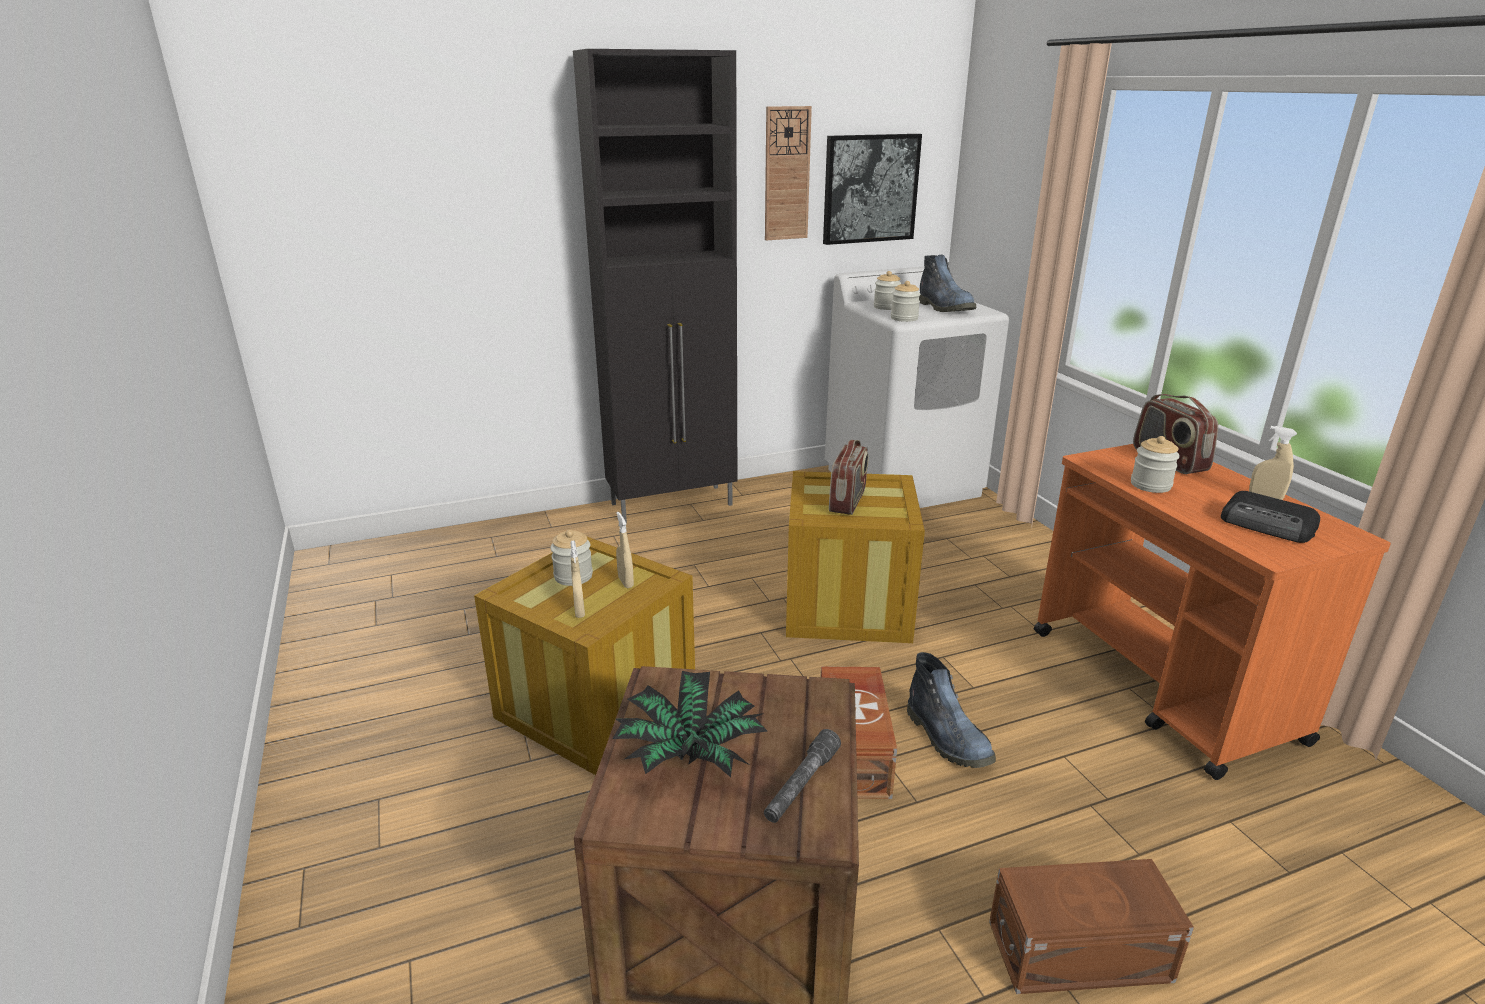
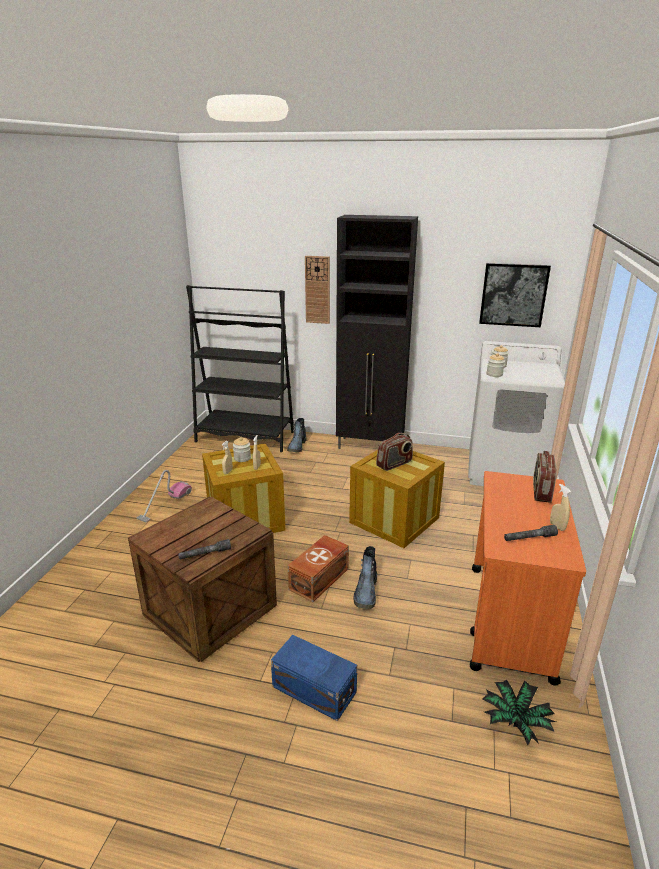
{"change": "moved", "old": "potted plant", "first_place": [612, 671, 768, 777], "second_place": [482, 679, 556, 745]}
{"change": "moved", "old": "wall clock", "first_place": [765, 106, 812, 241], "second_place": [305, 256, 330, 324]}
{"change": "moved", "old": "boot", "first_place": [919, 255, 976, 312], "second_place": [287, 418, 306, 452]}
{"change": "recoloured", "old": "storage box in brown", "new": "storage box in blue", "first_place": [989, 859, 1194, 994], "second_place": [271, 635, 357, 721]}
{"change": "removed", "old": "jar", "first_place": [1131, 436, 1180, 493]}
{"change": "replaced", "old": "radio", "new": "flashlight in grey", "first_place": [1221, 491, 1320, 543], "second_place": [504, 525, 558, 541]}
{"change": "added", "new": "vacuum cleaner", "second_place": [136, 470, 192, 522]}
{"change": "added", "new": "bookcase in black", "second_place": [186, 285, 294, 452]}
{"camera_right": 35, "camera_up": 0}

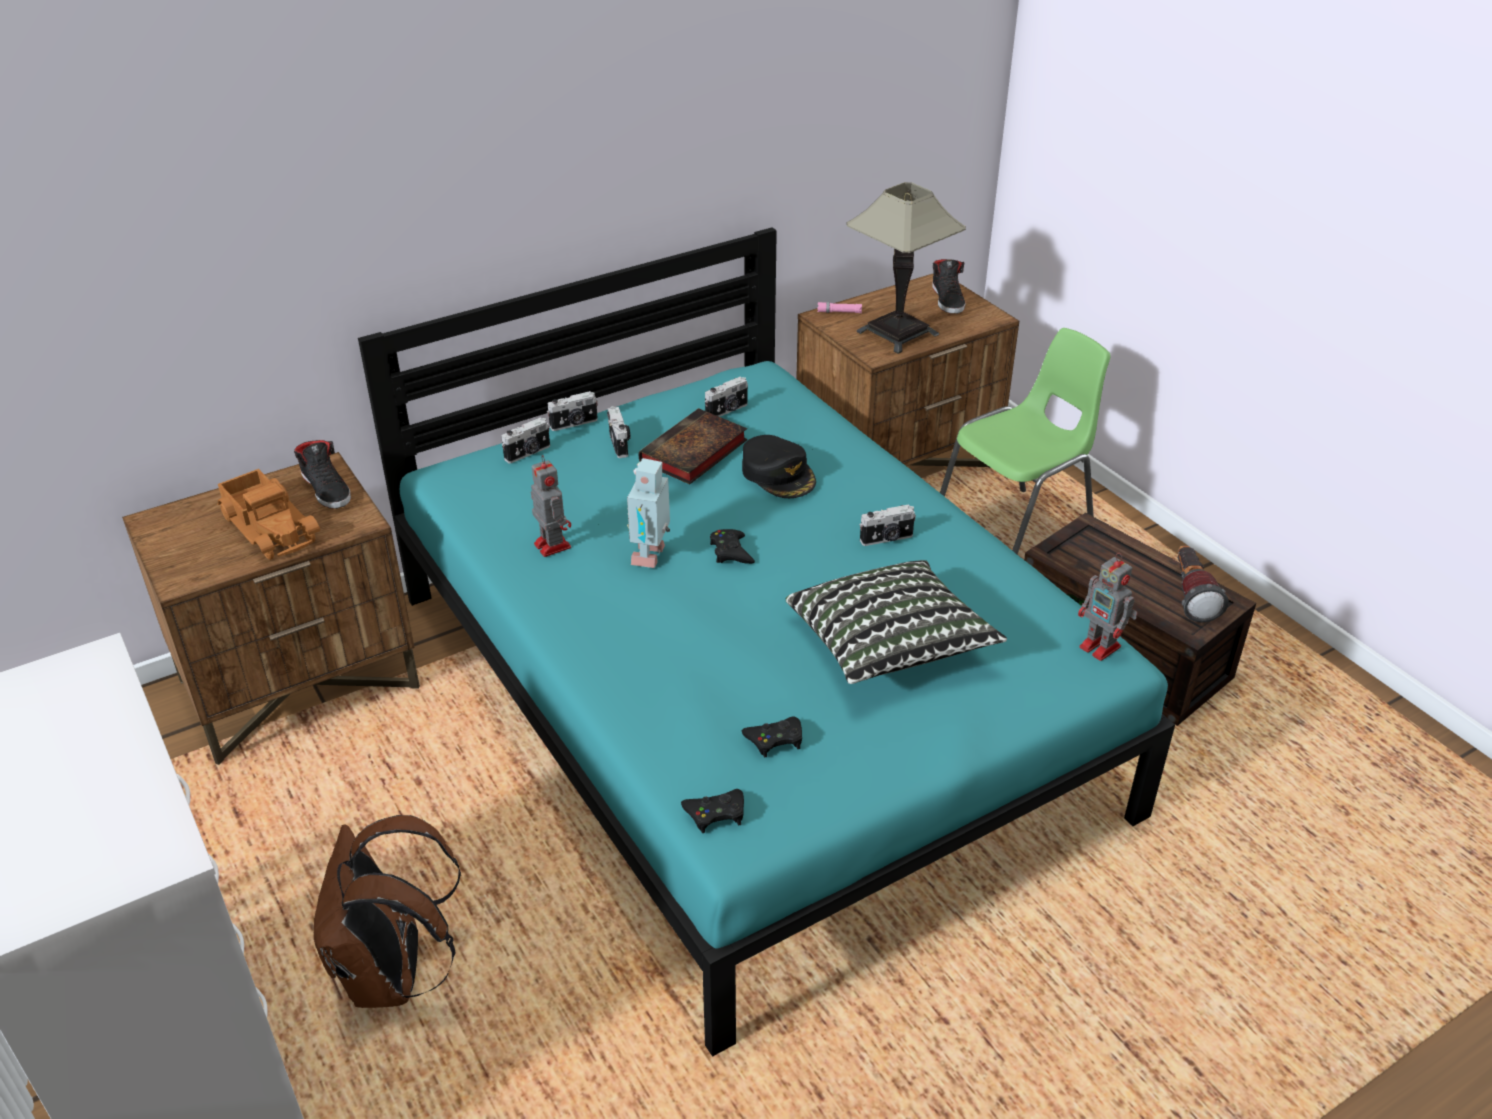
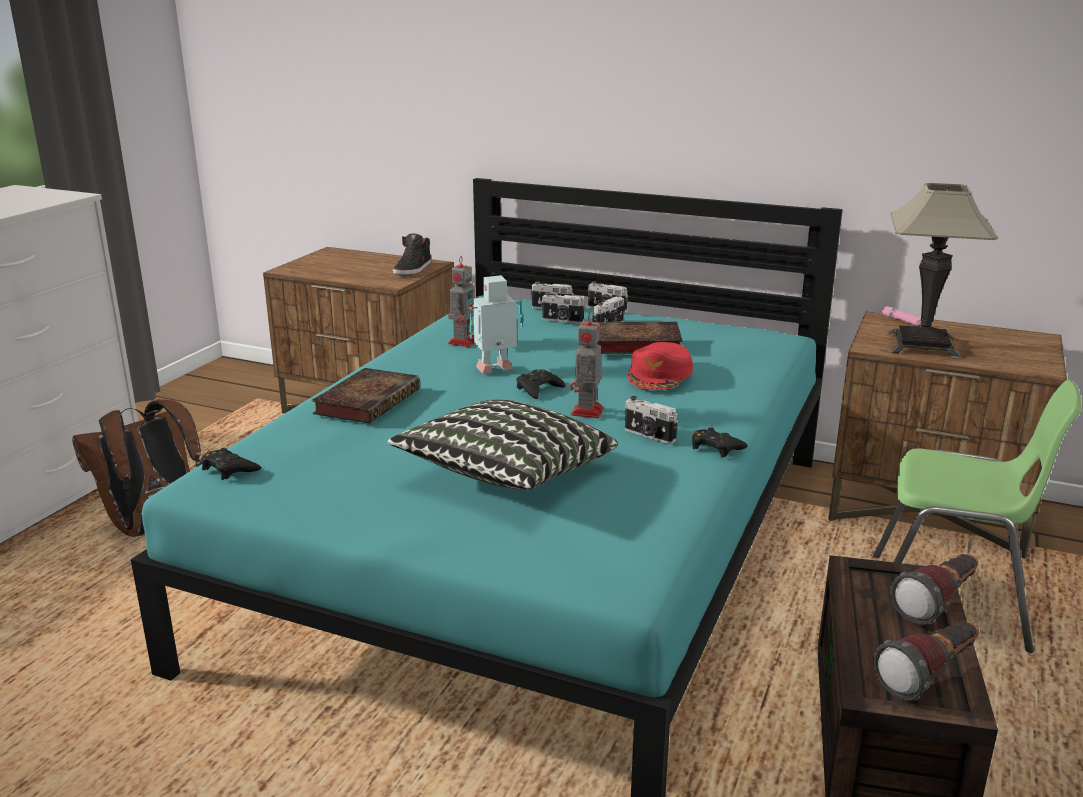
{"change": "removed", "old": "toy truck", "first_place": [217, 469, 320, 560]}
{"change": "moved", "old": "photo camera", "first_place": [705, 377, 748, 417], "second_place": [541, 292, 586, 324]}
{"change": "recoloured", "old": "cap in black", "new": "cap in red", "first_place": [742, 435, 816, 498], "second_place": [628, 342, 693, 390]}
{"change": "moved", "old": "game controller in black", "first_place": [742, 716, 802, 757], "second_place": [692, 427, 748, 458]}
{"change": "removed", "old": "shoe in black", "first_place": [932, 259, 966, 314]}
{"change": "moved", "old": "toy robot", "first_place": [1078, 553, 1138, 661], "second_place": [570, 312, 604, 418]}
{"change": "added", "new": "book", "second_place": [312, 368, 420, 424]}
{"change": "added", "new": "flashlight", "second_place": [890, 554, 979, 625]}
{"camera_right": 55, "camera_up": -15}

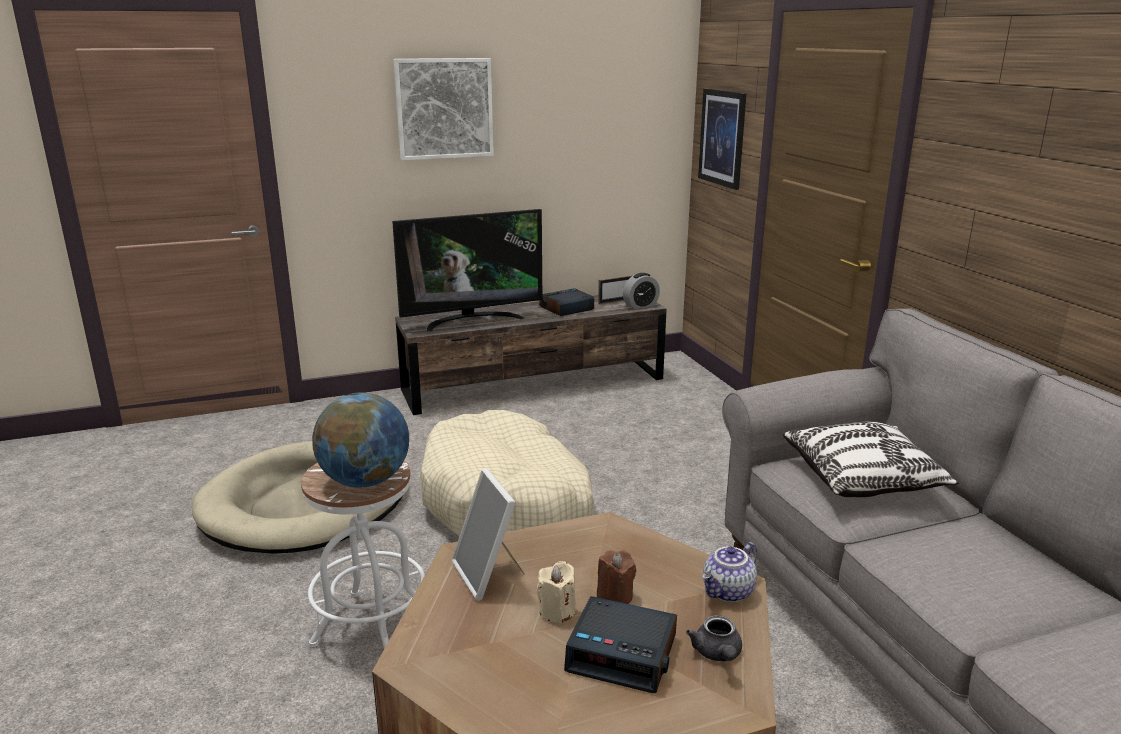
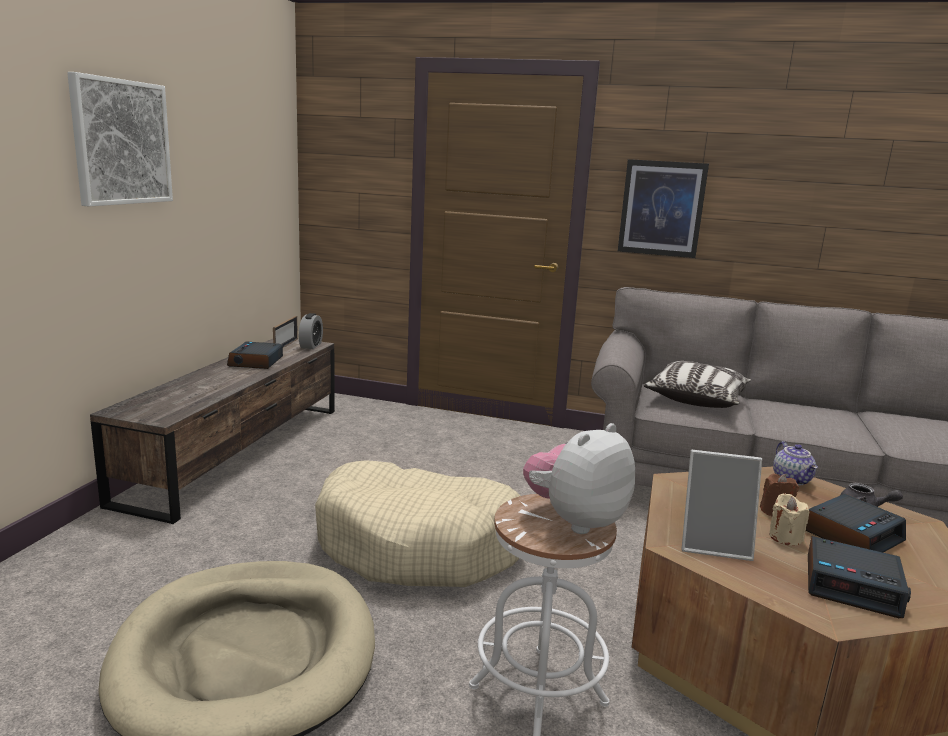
{"change": "replaced", "old": "globe", "new": "plush toy", "first_place": [312, 392, 409, 488], "second_place": [523, 423, 635, 534]}
{"change": "removed", "old": "television", "first_place": [392, 209, 542, 332]}
{"change": "moved", "old": "picture", "first_place": [698, 89, 746, 190], "second_place": [618, 159, 709, 258]}
{"change": "added", "new": "alarm clock", "second_place": [808, 536, 911, 618]}
{"camera_right": -55, "camera_up": -5}

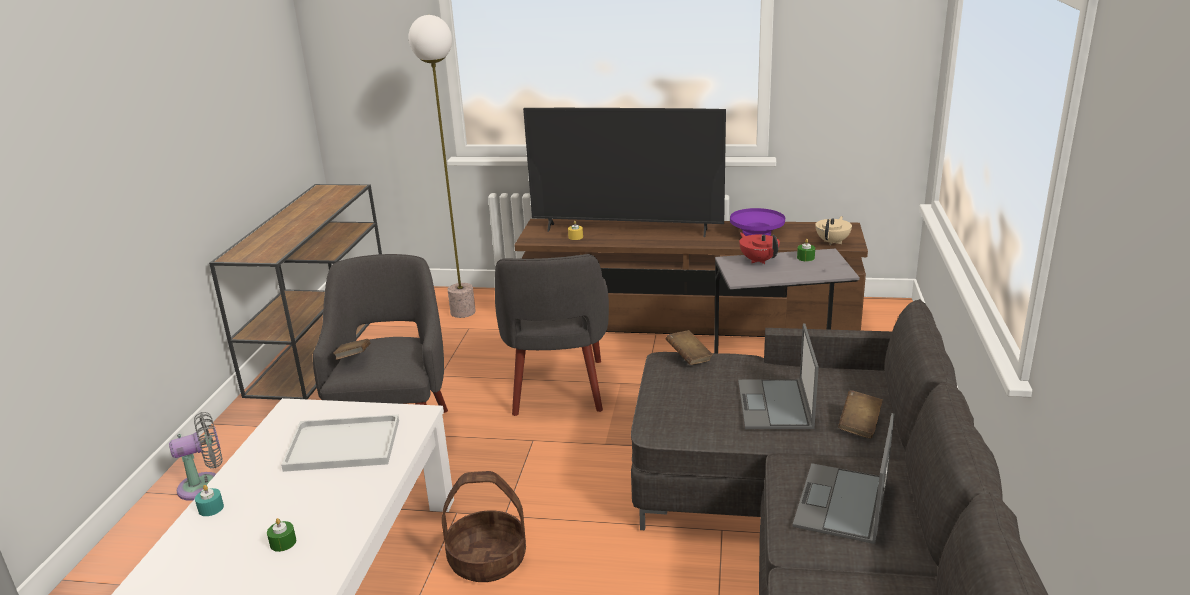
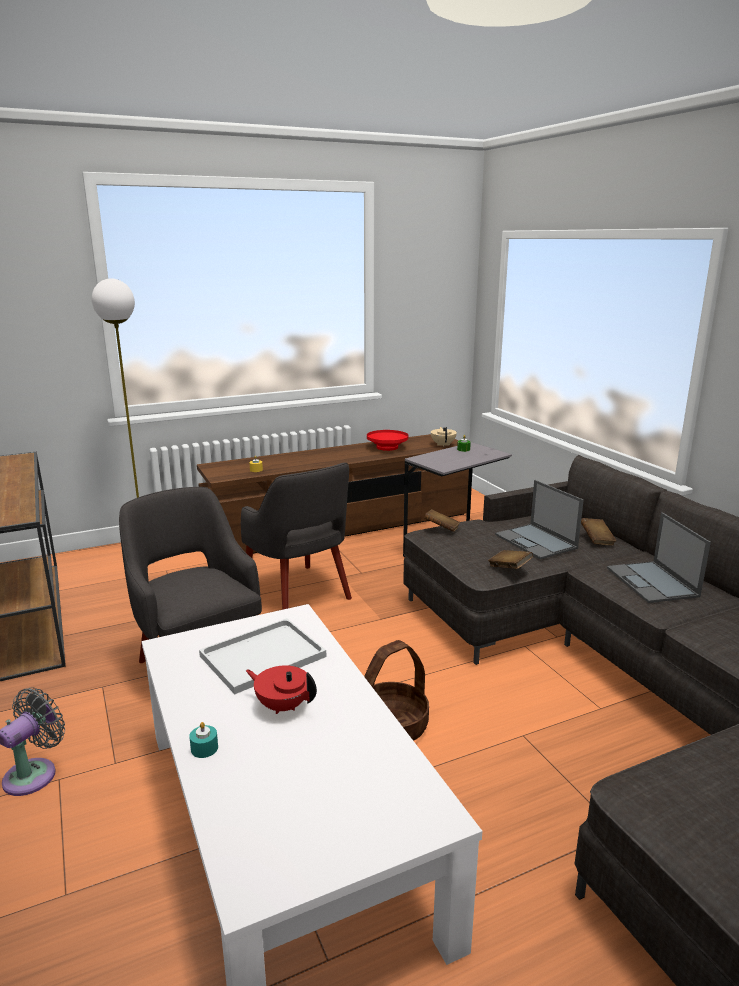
{"change": "removed", "old": "candle in green", "first_place": [267, 518, 296, 552]}
{"change": "moved", "old": "book in brown", "first_place": [333, 339, 370, 360], "second_place": [488, 550, 533, 569]}
{"change": "removed", "old": "television", "first_place": [523, 108, 726, 237]}
{"change": "recoloured", "old": "bowl in purple", "new": "bowl in red", "first_place": [730, 208, 785, 236], "second_place": [367, 430, 409, 451]}
{"change": "moved", "old": "teapot in red", "first_place": [739, 233, 780, 264], "second_place": [246, 665, 317, 714]}
{"camera_right": -35, "camera_up": -5}

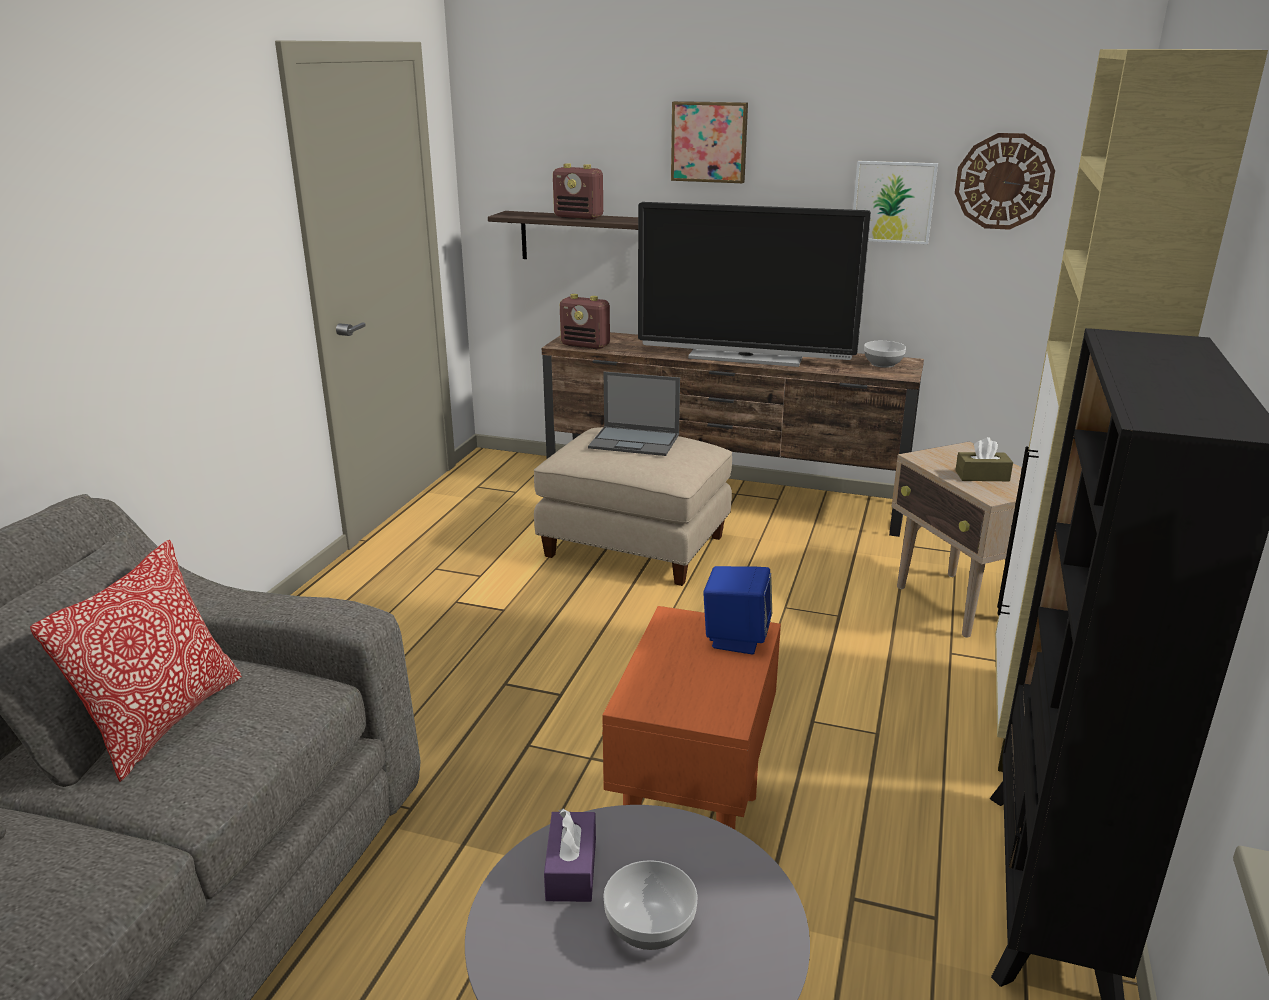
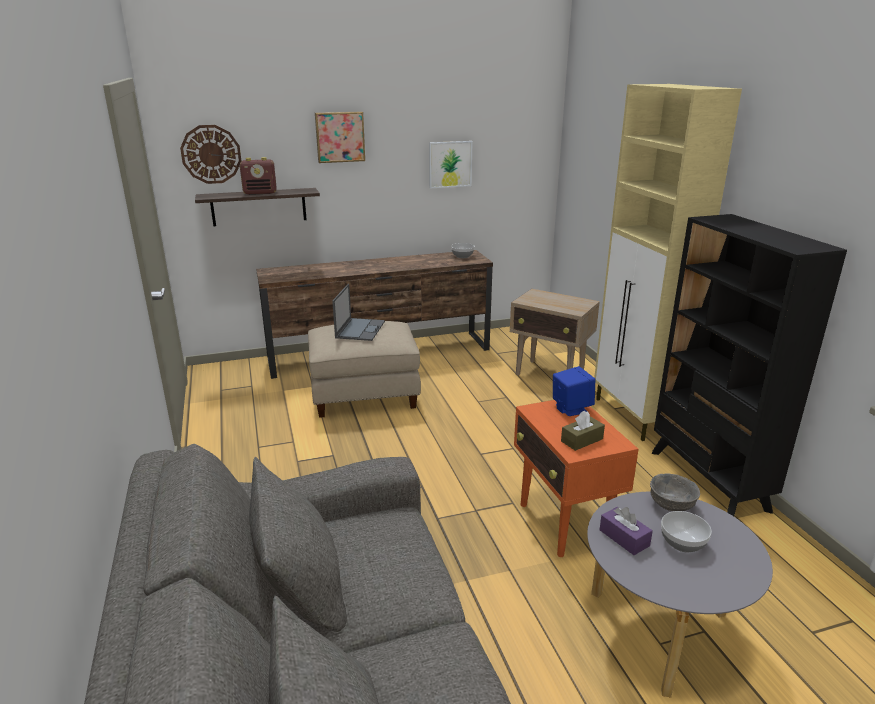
{"change": "removed", "old": "pillow", "first_place": [30, 540, 242, 782]}
{"change": "removed", "old": "radio", "first_place": [560, 294, 610, 349]}
{"change": "turned", "old": "laptop", "first_place": [588, 372, 680, 456], "second_place": [332, 284, 385, 341], "degrees": -60}
{"change": "removed", "old": "television", "first_place": [638, 202, 871, 367]}
{"change": "moved", "old": "wall clock", "first_place": [955, 133, 1055, 230], "second_place": [180, 125, 241, 184]}
{"change": "moved", "old": "tissue box in brown", "first_place": [955, 437, 1013, 481], "second_place": [561, 411, 605, 451]}
{"change": "added", "new": "bowl in grey", "second_place": [650, 473, 700, 511]}
{"camera_right": -35, "camera_up": 0}

